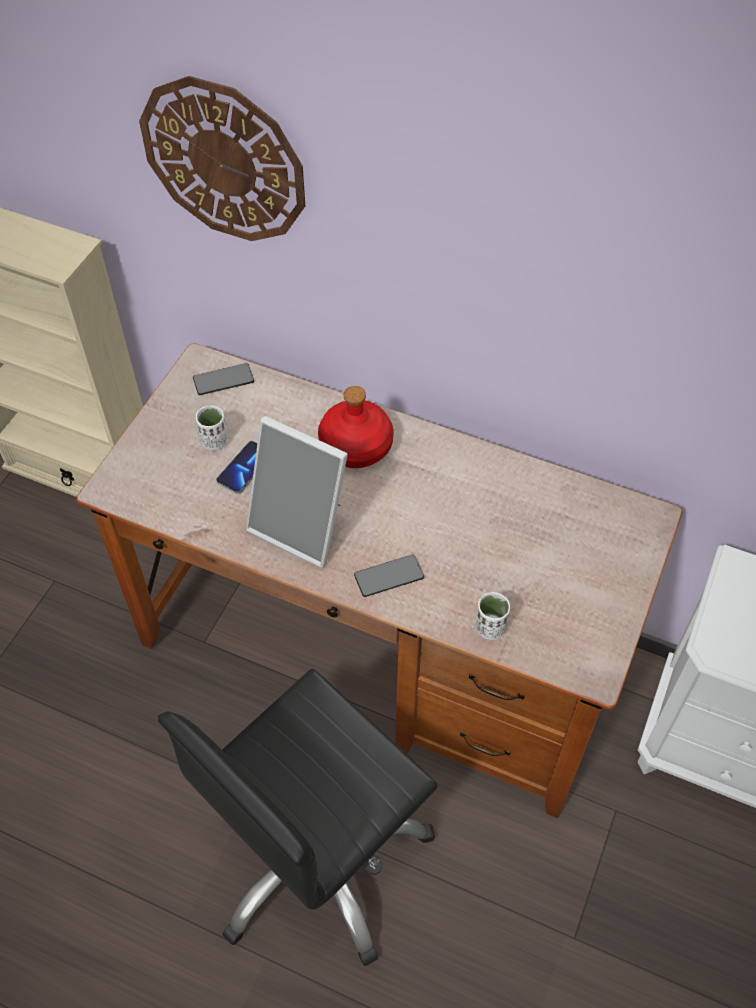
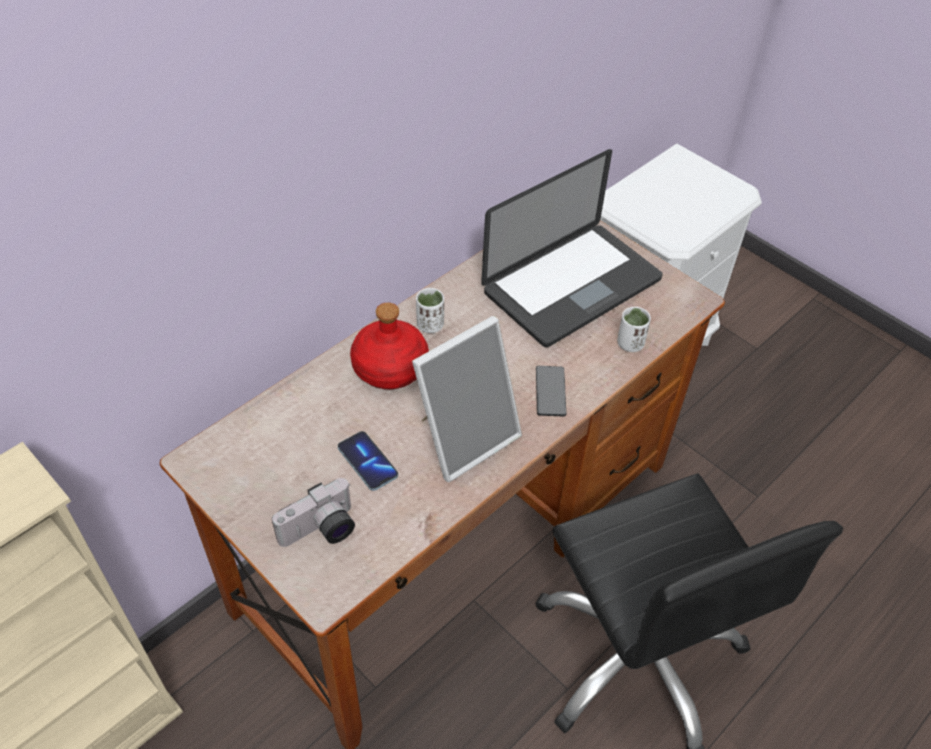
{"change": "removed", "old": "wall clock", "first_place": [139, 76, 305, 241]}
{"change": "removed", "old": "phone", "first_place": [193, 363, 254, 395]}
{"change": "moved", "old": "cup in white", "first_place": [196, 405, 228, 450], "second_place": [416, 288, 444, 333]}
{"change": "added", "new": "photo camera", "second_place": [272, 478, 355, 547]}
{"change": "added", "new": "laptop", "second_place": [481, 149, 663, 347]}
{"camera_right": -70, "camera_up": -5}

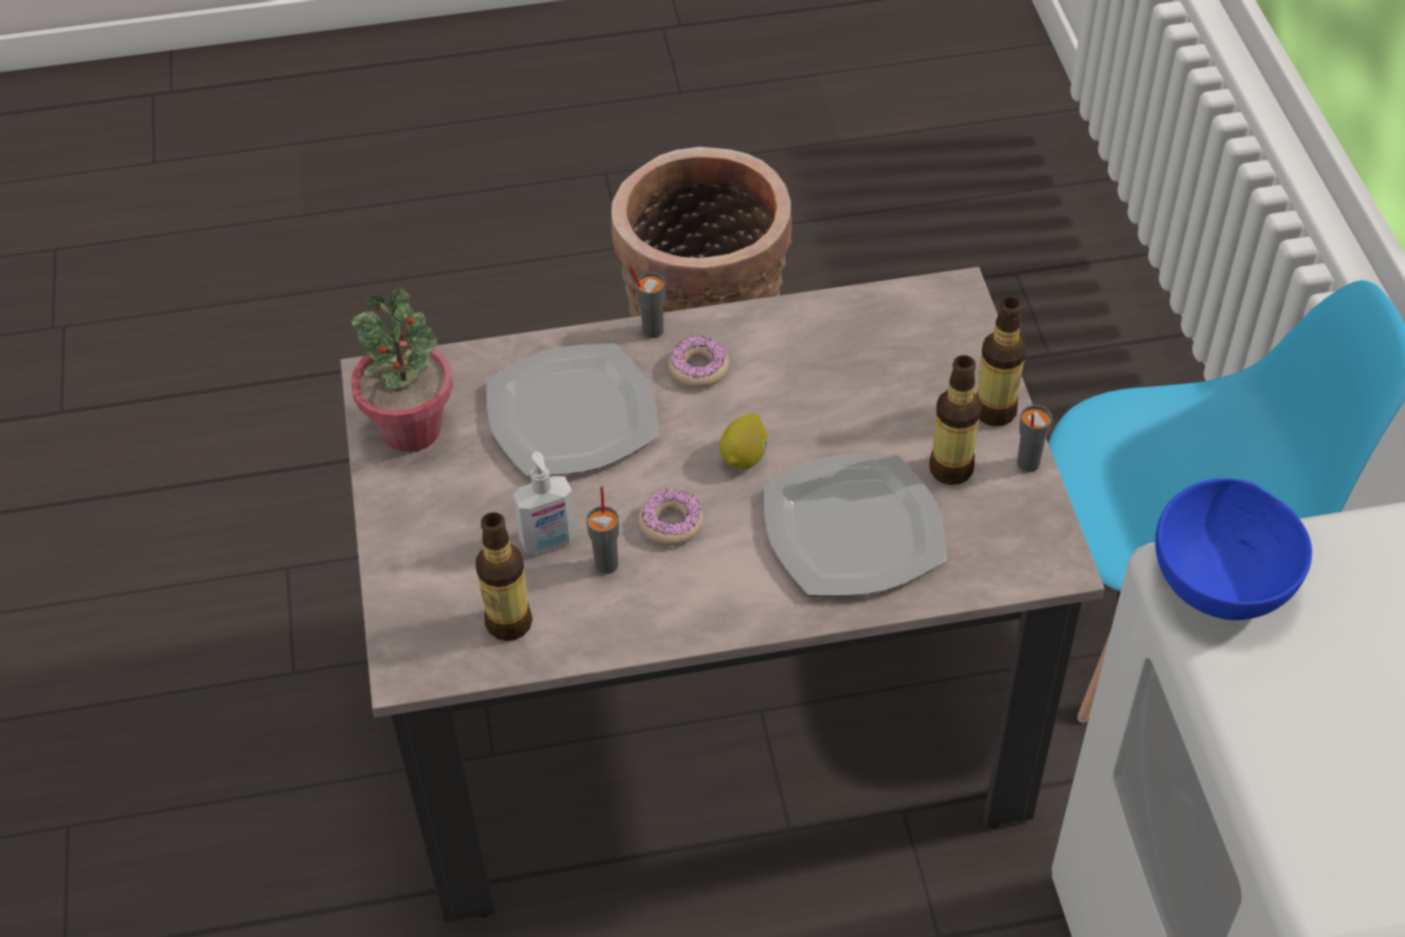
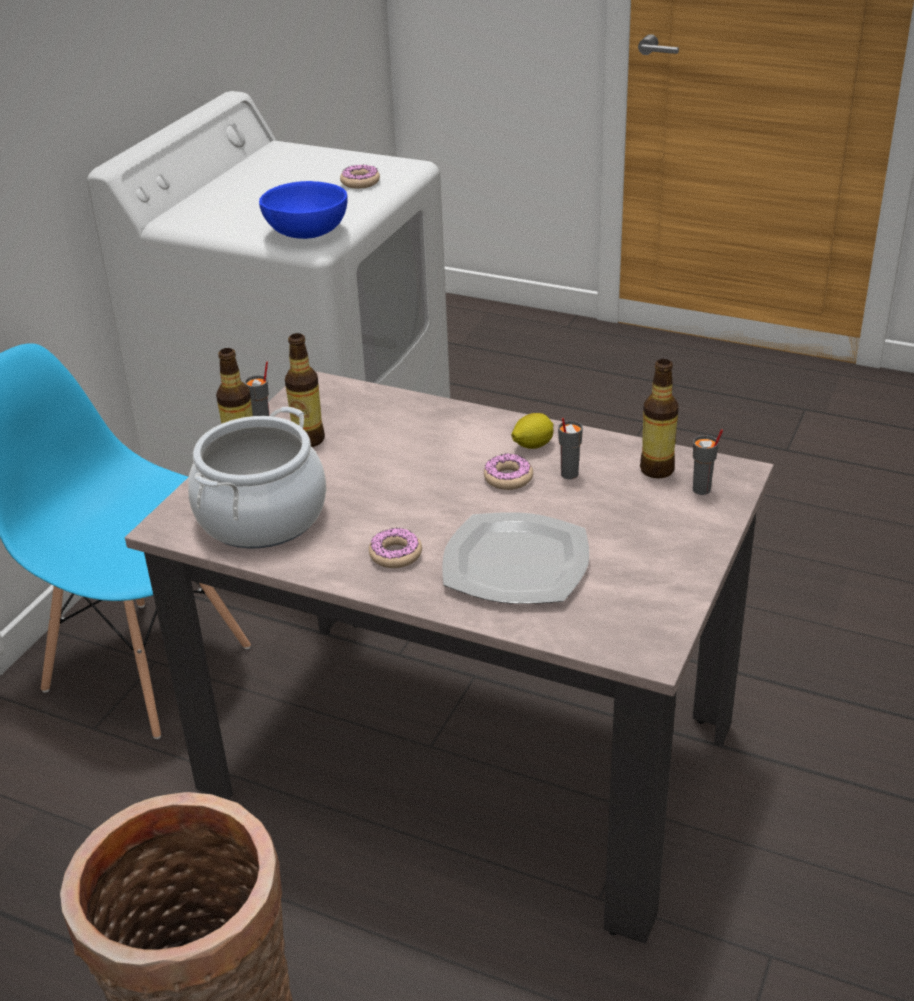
{"change": "removed", "old": "potted plant", "first_place": [351, 288, 453, 452]}
{"change": "removed", "old": "soap dispenser", "first_place": [513, 452, 577, 554]}
{"change": "moved", "old": "cup in grey", "first_place": [630, 267, 665, 338], "second_place": [693, 429, 723, 495]}
{"change": "moved", "old": "lemon", "first_place": [720, 413, 767, 470], "second_place": [511, 413, 554, 449]}
{"change": "removed", "old": "plate", "first_place": [764, 453, 946, 596]}
{"change": "added", "new": "cooking pot", "second_place": [188, 407, 327, 548]}
{"change": "added", "new": "donut", "second_place": [340, 165, 380, 189]}
{"camera_right": -145, "camera_up": -15}

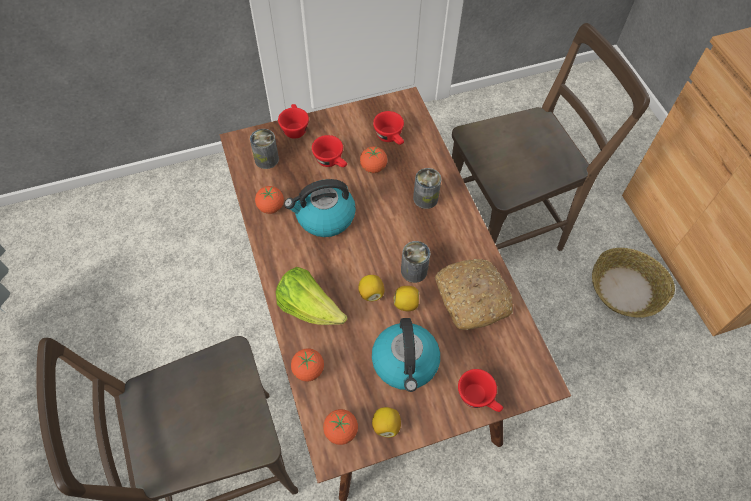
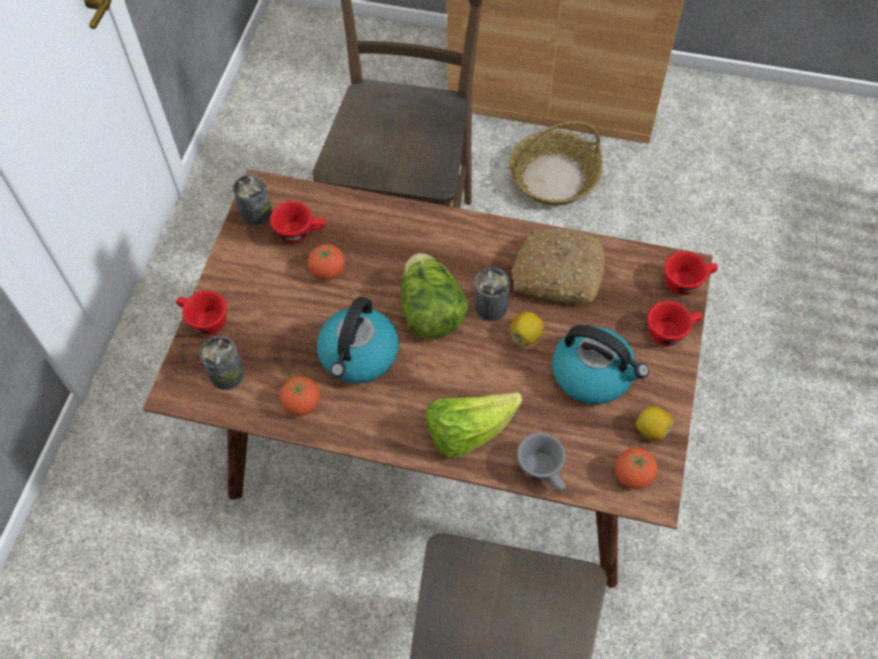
{"change": "replaced", "old": "tomato", "new": "cup in grey", "first_place": [291, 348, 324, 381], "second_place": [517, 433, 566, 491]}
{"change": "moved", "old": "cup in red", "first_place": [312, 135, 347, 167], "second_place": [664, 251, 718, 295]}
{"change": "removed", "old": "lemon", "first_place": [358, 275, 385, 301]}
{"change": "moved", "old": "can", "first_place": [413, 168, 441, 209], "second_place": [233, 174, 272, 226]}
{"change": "added", "new": "lettuce", "second_place": [401, 253, 468, 339]}
{"camera_right": -55, "camera_up": 0}

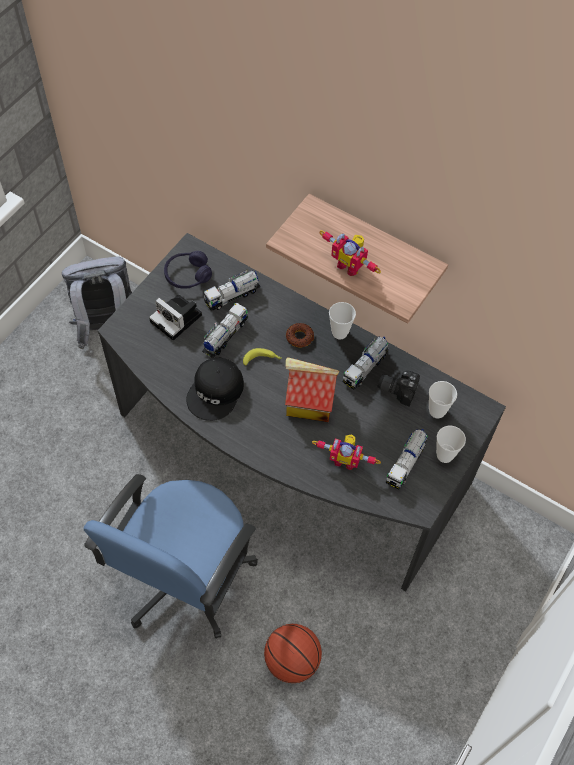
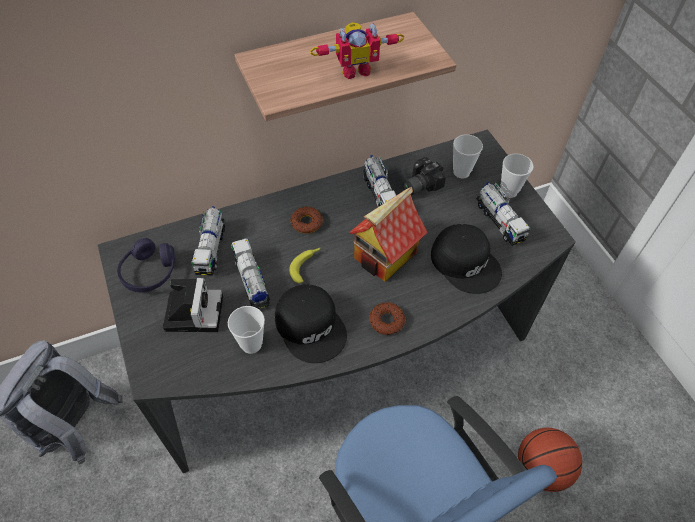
{"change": "turned", "old": "photo camera", "first_place": [149, 295, 202, 340], "second_place": [163, 278, 223, 332], "degrees": -75}
{"change": "replaced", "old": "toy robot", "new": "cap in black", "first_place": [312, 434, 381, 470], "second_place": [431, 224, 502, 294]}
{"change": "moved", "old": "cup", "first_place": [329, 302, 356, 339], "second_place": [228, 306, 265, 354]}
{"change": "added", "new": "donut", "second_place": [369, 302, 405, 335]}
{"camera_right": -55, "camera_up": -5}

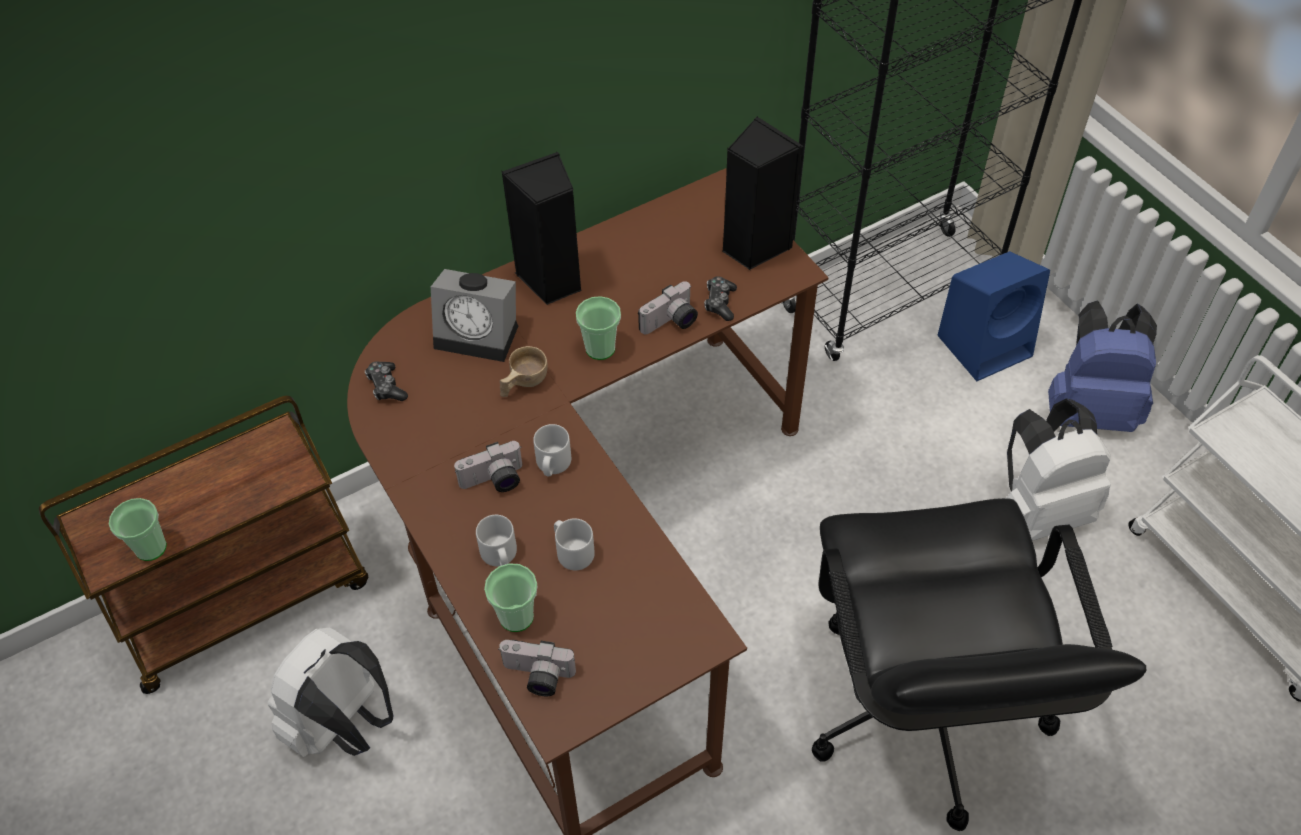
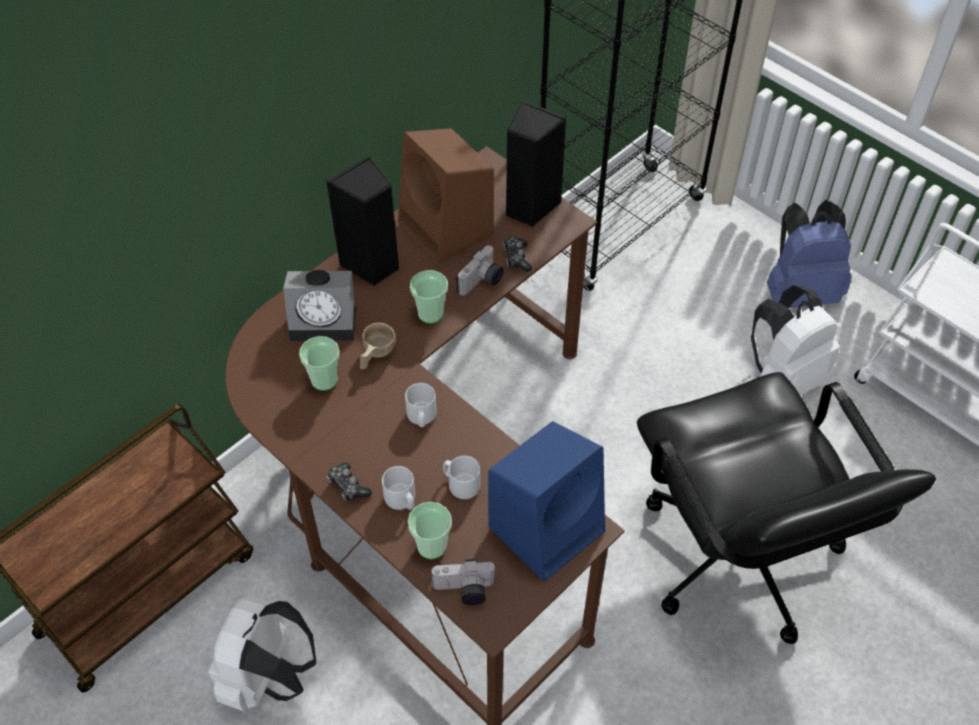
{"change": "moved", "old": "cup", "first_place": [109, 498, 167, 561], "second_place": [299, 336, 340, 391]}
{"change": "moved", "old": "game controller", "first_place": [365, 361, 408, 401], "second_place": [327, 463, 372, 501]}
{"change": "removed", "old": "photo camera", "first_place": [454, 441, 522, 492]}
{"change": "moved", "old": "speaker in blue", "first_place": [937, 251, 1050, 381], "second_place": [488, 421, 605, 582]}
{"change": "added", "new": "speaker in brown", "second_place": [398, 128, 494, 264]}
{"camera_right": -15, "camera_up": 0}

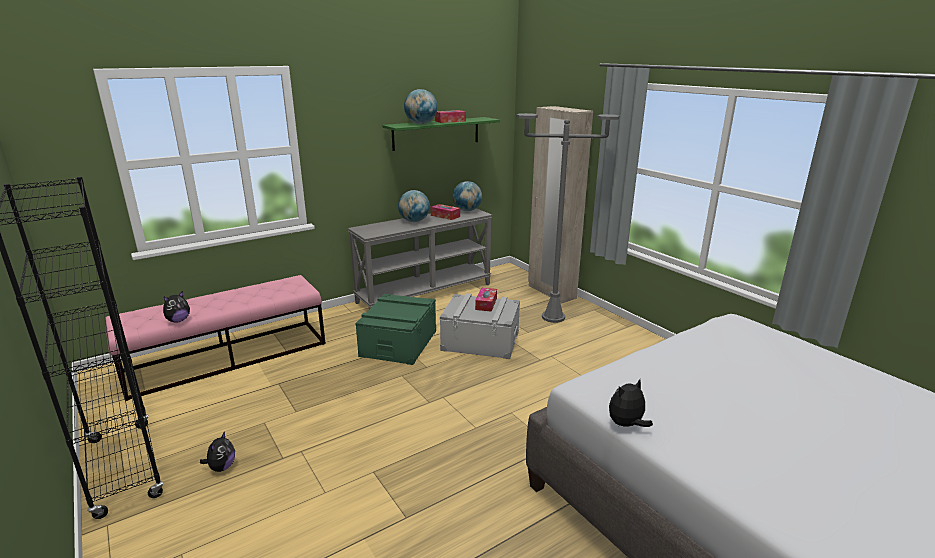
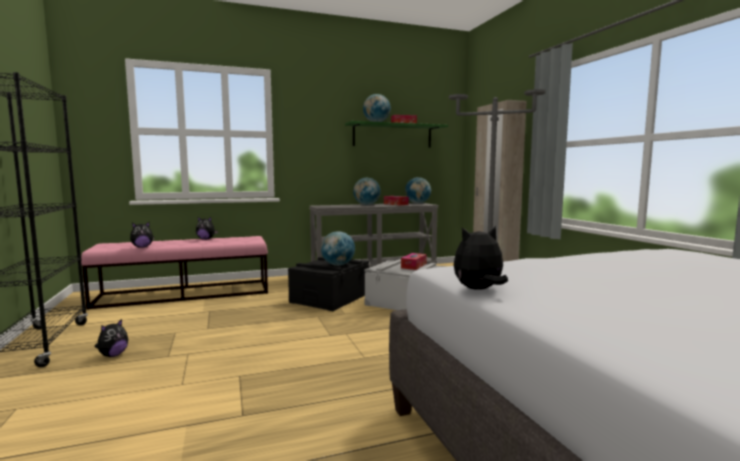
{"change": "recoloured", "old": "storage box in green", "new": "storage box in black", "first_place": [355, 294, 436, 365], "second_place": [288, 257, 369, 311]}
{"change": "added", "new": "plush toy", "second_place": [196, 217, 218, 240]}
{"change": "added", "new": "globe", "second_place": [321, 231, 355, 266]}
{"camera_right": 15, "camera_up": -15}

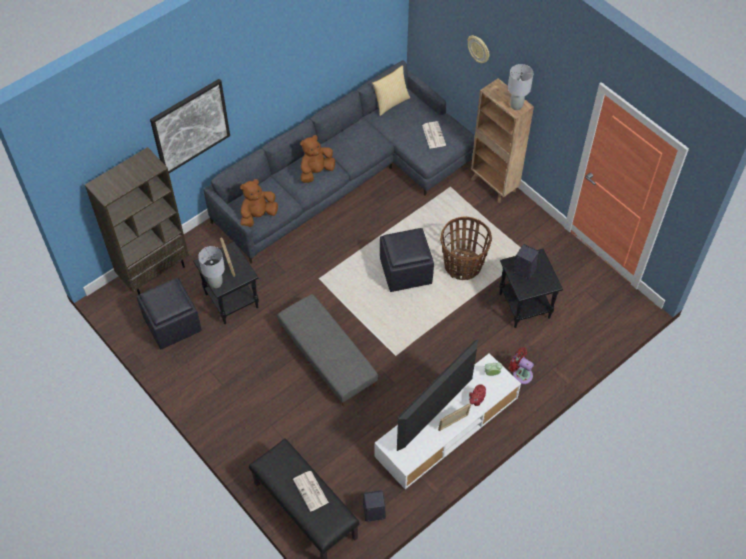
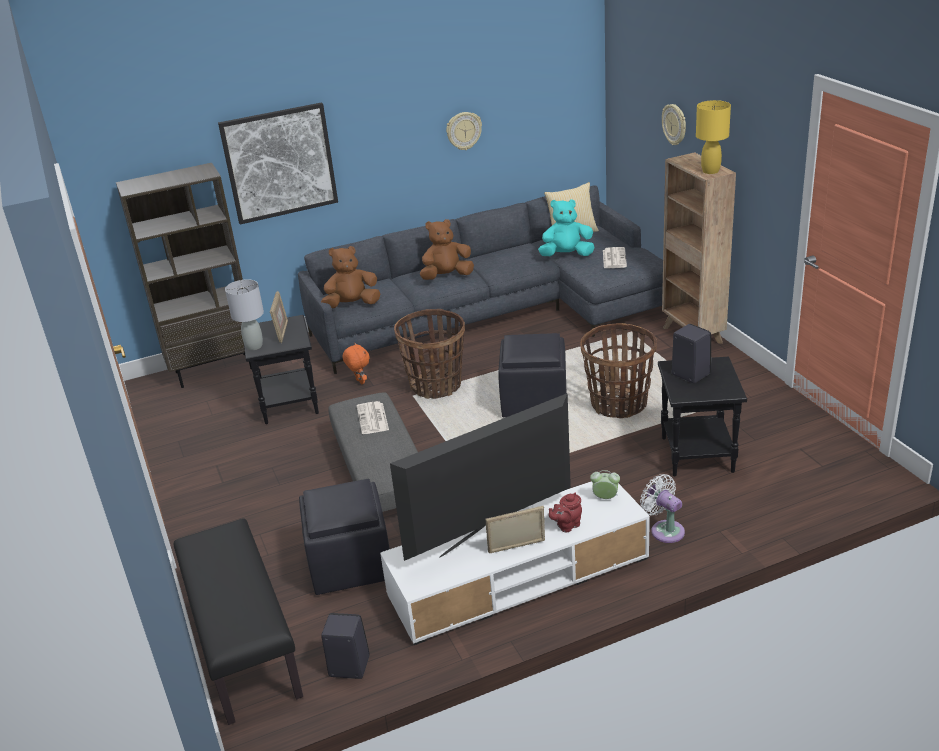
{"change": "moved", "old": "ottoman in black", "first_place": [137, 278, 202, 349], "second_place": [299, 479, 390, 595]}
{"change": "moved", "old": "newspaper", "first_place": [293, 471, 329, 512], "second_place": [357, 401, 389, 434]}
{"change": "recoloured", "old": "table lamp in grey", "new": "table lamp in yellow", "first_place": [508, 64, 533, 110], "second_place": [696, 100, 731, 174]}
{"change": "recoloured", "old": "fan in red", "new": "fan in white", "first_place": [509, 347, 534, 384], "second_place": [640, 474, 685, 543]}
{"change": "added", "new": "plush toy in orange", "second_place": [343, 343, 369, 384]}
{"change": "added", "new": "basket", "second_place": [394, 309, 465, 399]}
{"change": "added", "new": "wall clock", "second_place": [446, 112, 482, 150]}
{"change": "added", "new": "plush toy in turquoise", "second_place": [538, 199, 595, 256]}
{"camera_right": 20, "camera_up": -25}

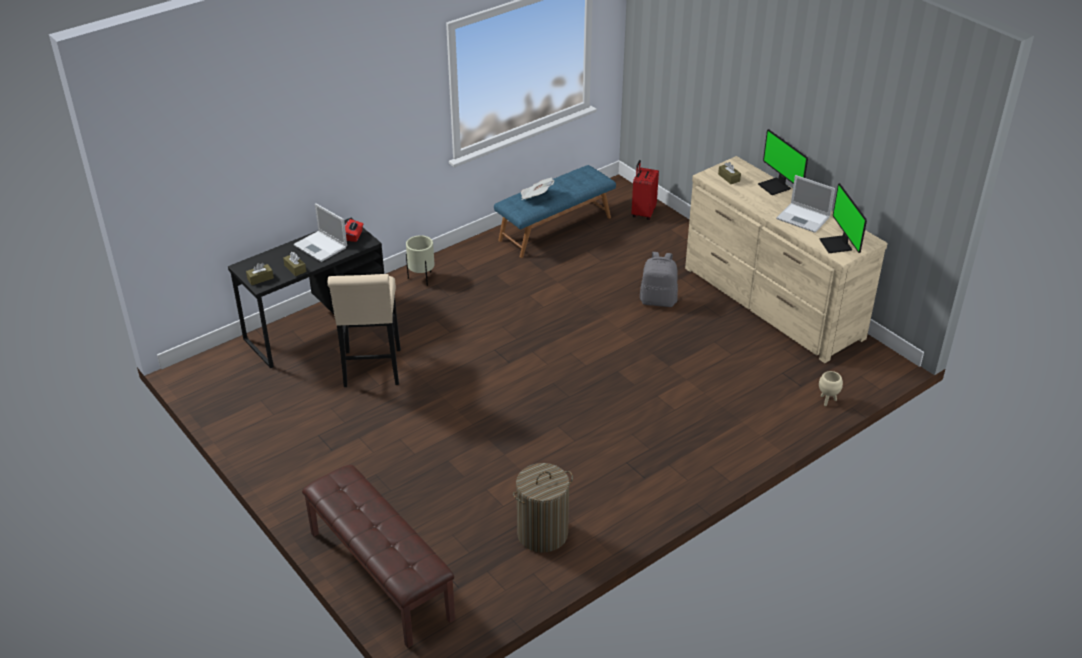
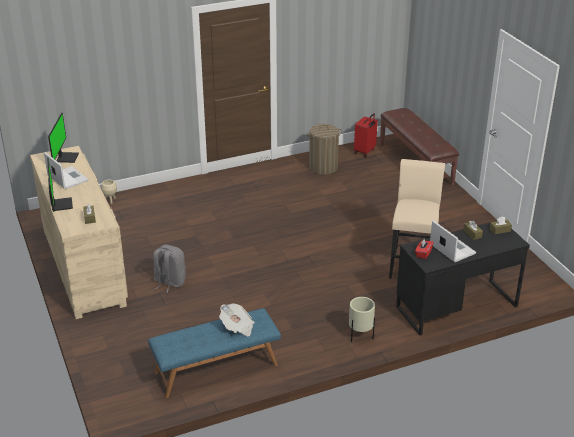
{"change": "moved", "old": "suitcase in red", "first_place": [631, 160, 659, 220], "second_place": [354, 113, 378, 157]}
{"camera_right": -165, "camera_up": -5}

